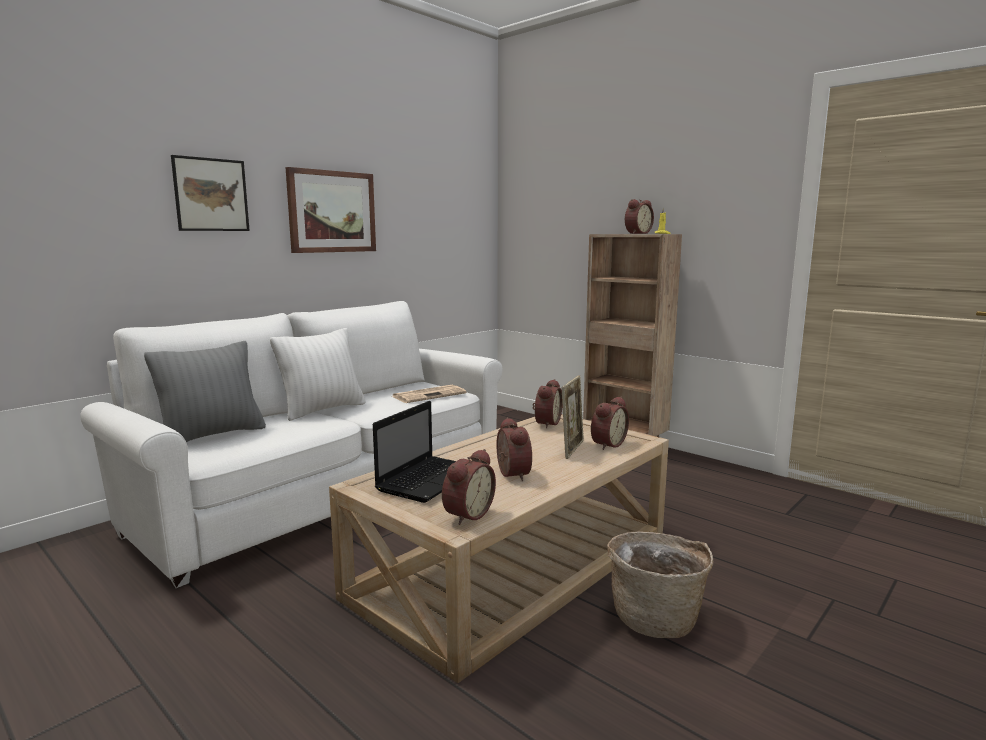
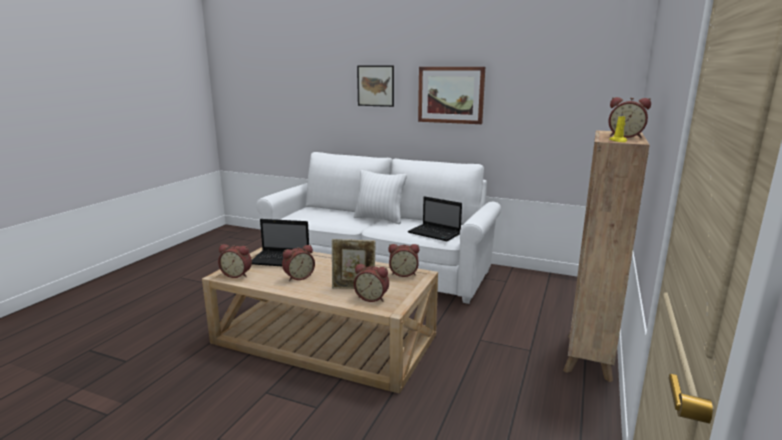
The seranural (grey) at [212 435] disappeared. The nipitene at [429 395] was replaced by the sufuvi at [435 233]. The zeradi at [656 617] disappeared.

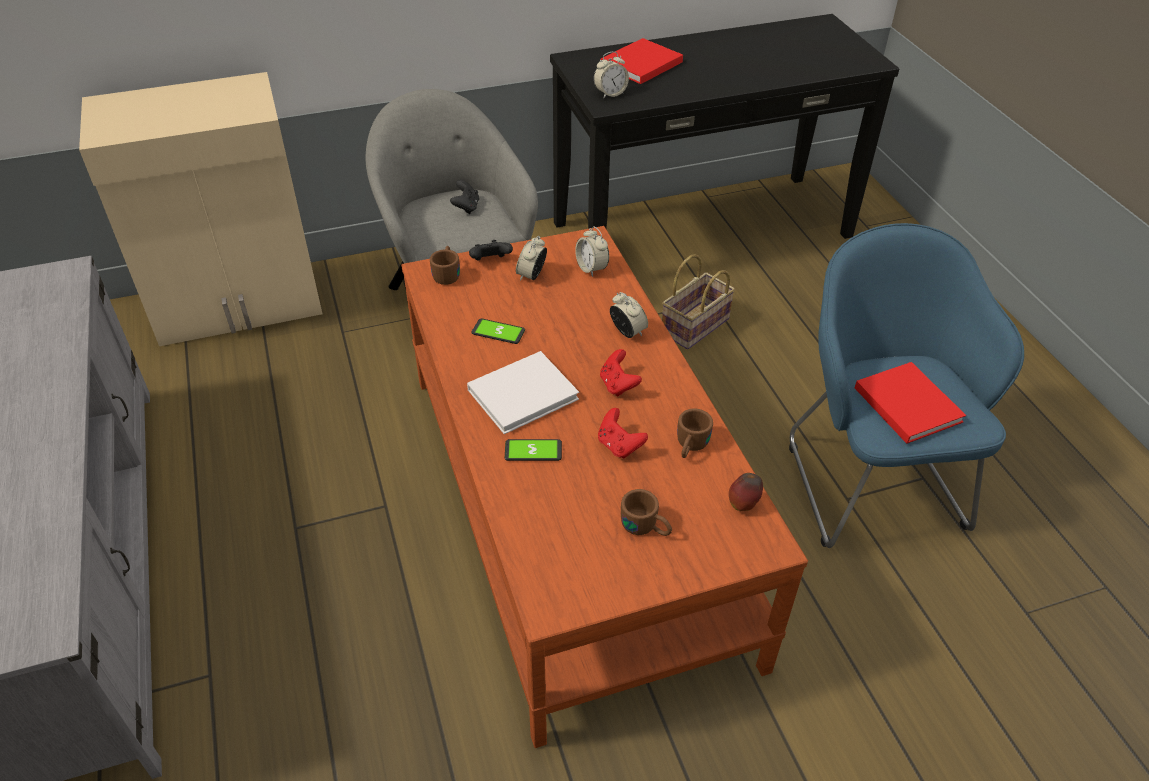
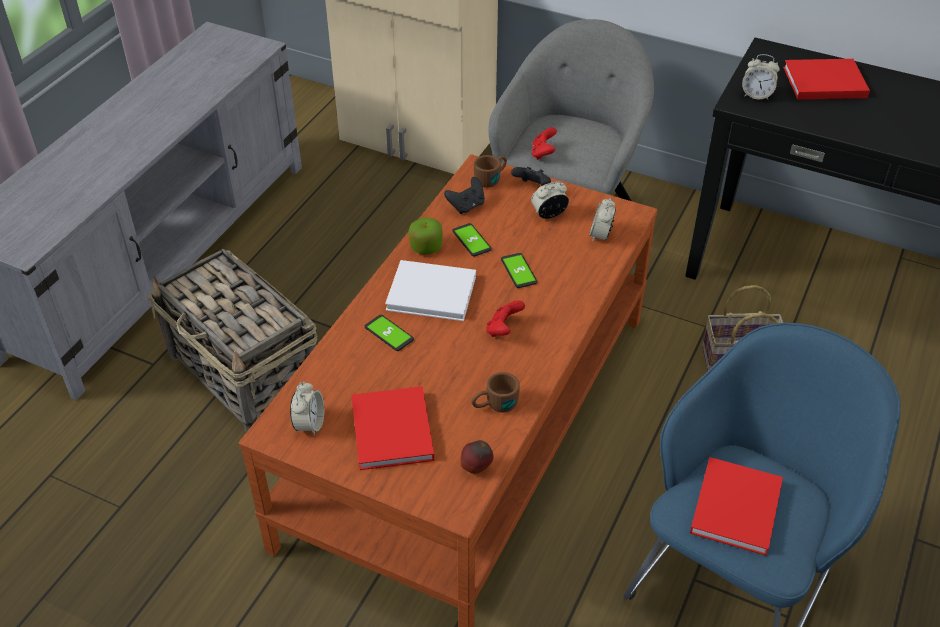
The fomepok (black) moved from [466 207] to [466 206]. The fomepok (red) moved from [619 446] to [543 153]. The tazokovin moved from [627 332] to [309 424]. The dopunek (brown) at [646 528] was replaced by the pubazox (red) at [392 433]. The zeradi at [245 373] appeared. The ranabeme at [426 247] appeared. The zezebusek at [518 271] appeared.

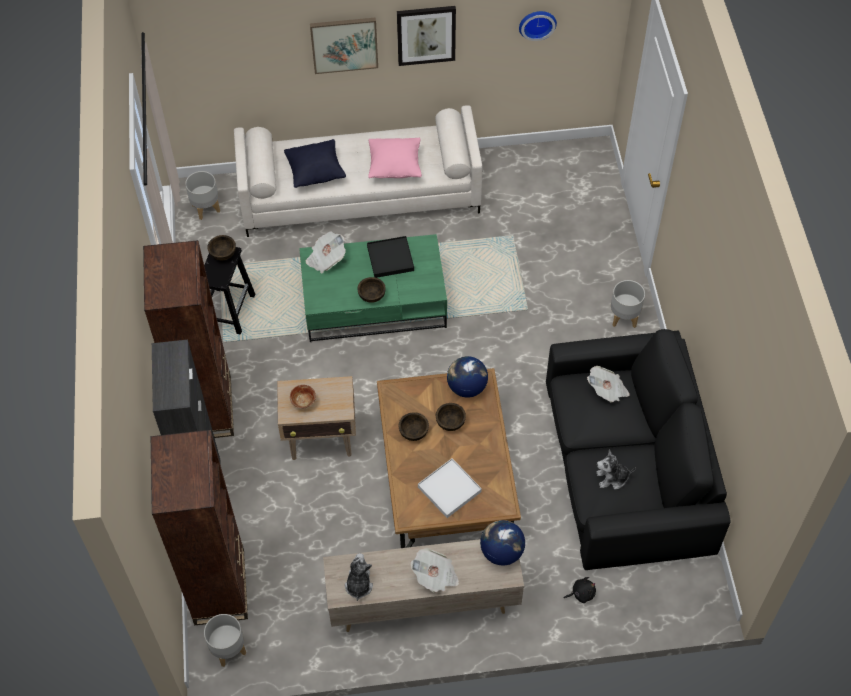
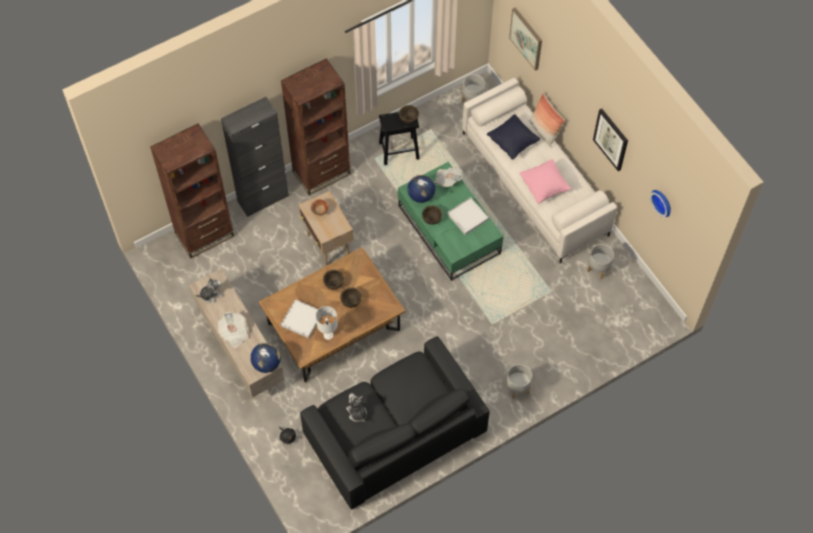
The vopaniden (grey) moved from [229 649] to [598 269]. The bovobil moved from [344 44] to [526 38]. The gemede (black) at [390 258] became the gemede (white) at [467 217]. The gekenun moved from [466 387] to [421 195]. The nipitene at [607 391] disappeared. The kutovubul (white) at [328 335] appeared. The seranural at [543 131] appeared.

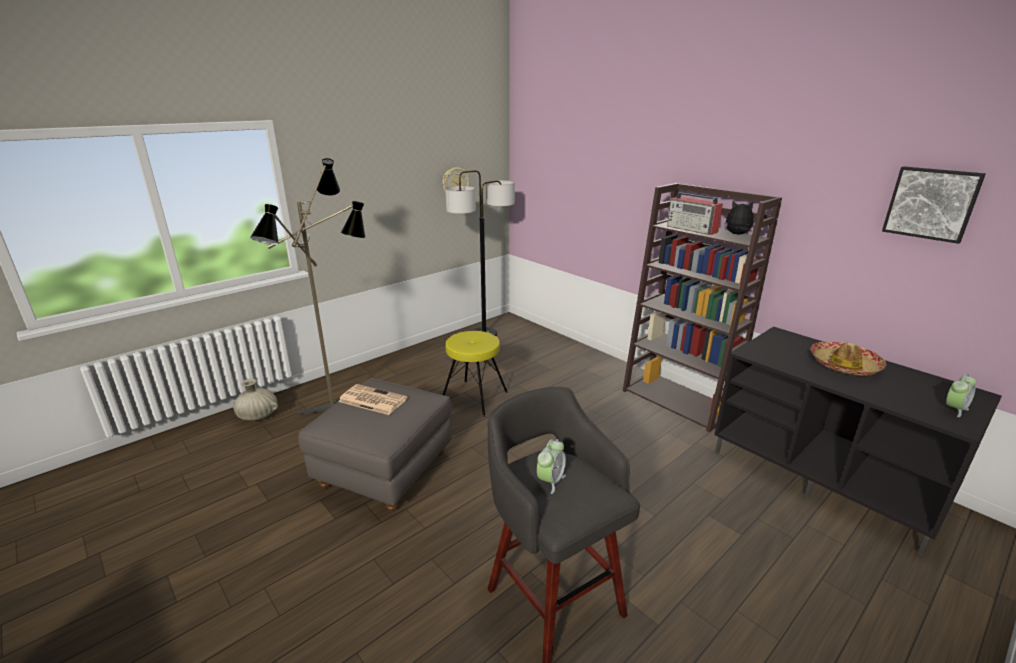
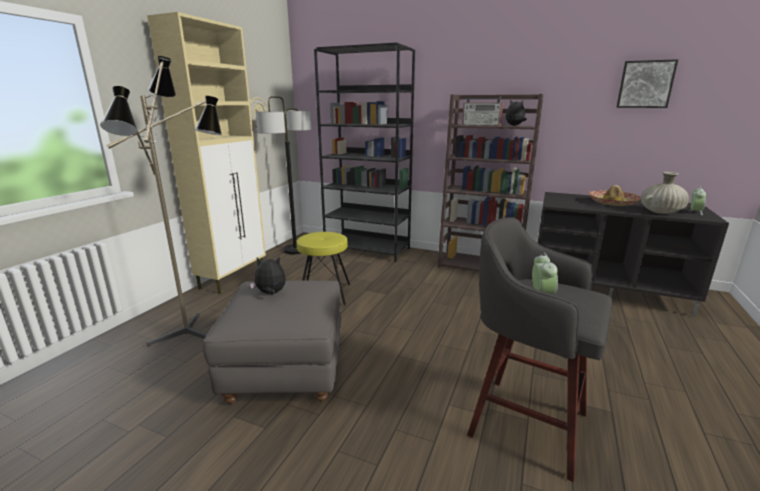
The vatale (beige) moved from [258 416] to [661 212]. The nipitene at [371 400] was replaced by the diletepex at [271 293]. The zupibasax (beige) at [233 278] appeared. The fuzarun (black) at [368 249] appeared.

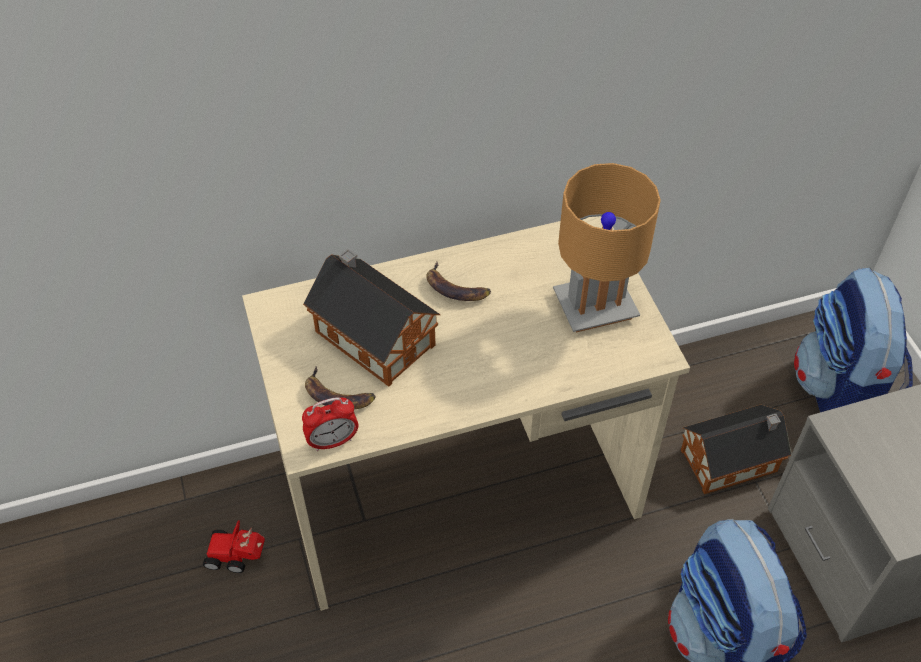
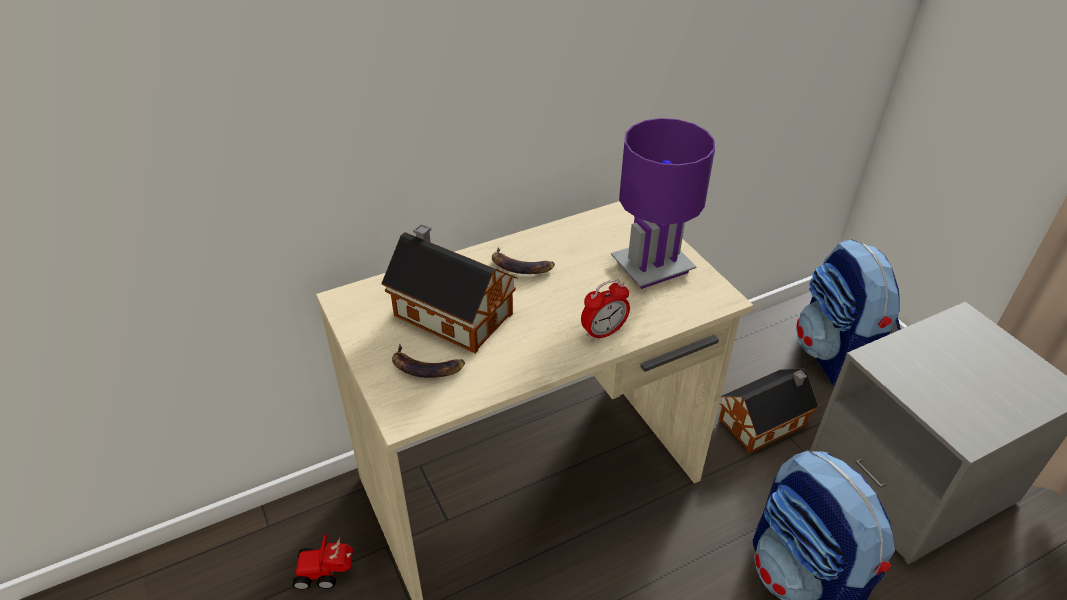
The tazokovin moved from [332 441] to [603 332]. The kutovubul (brown) at [595 307] became the kutovubul (purple) at [652 267].

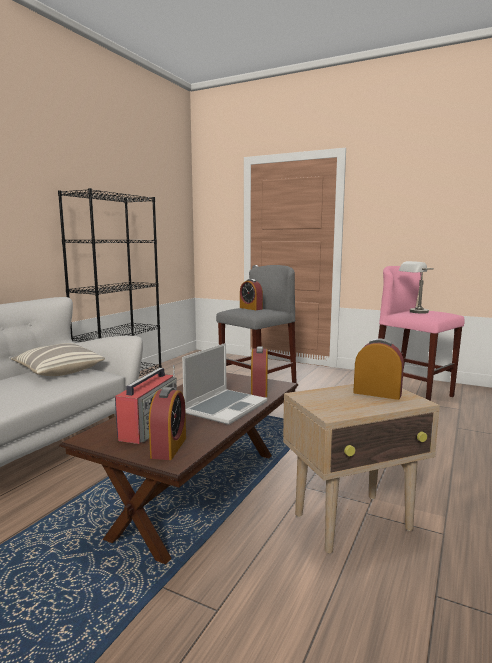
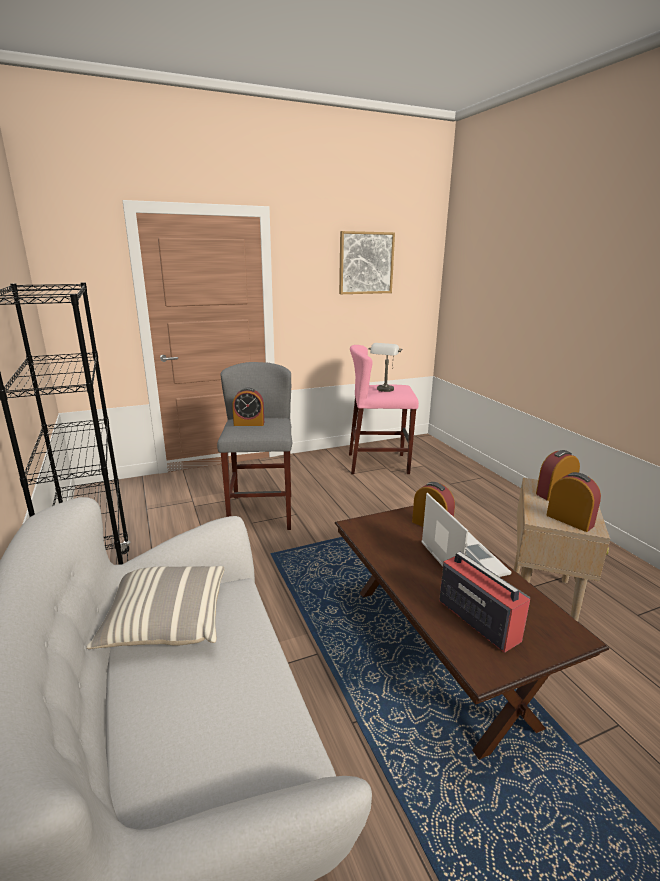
The tazokovin moved from [169 447] to [569 520]. The bovobil at [366 263] appeared.

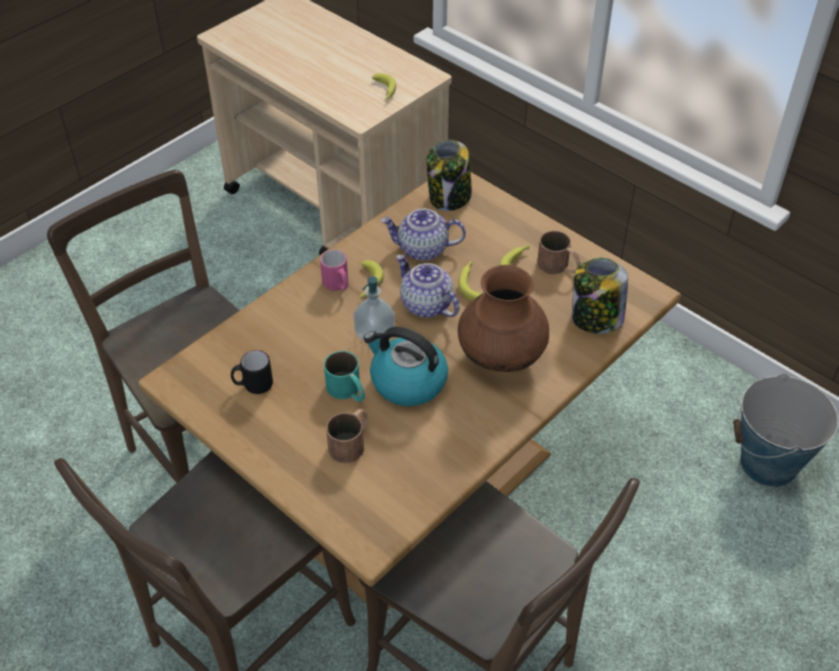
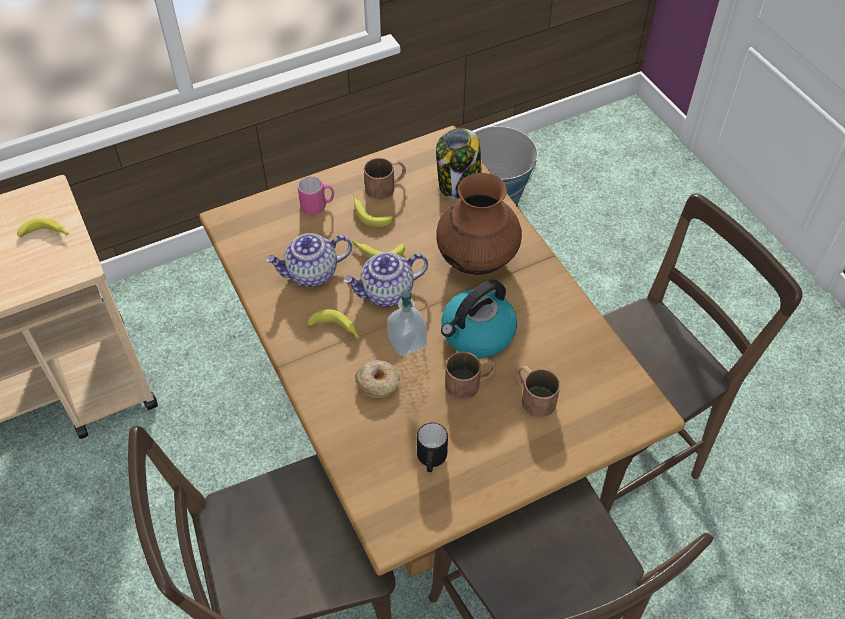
The dopunek (pink) moved from [338 286] to [318 207]. The dopunek (turquoise) at [348 391] became the dopunek (brown) at [470 382]. The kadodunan at [422 249] turned 45 degrees clockwise. The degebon at [449 197] disappeared. The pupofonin at [378 383] appeared.

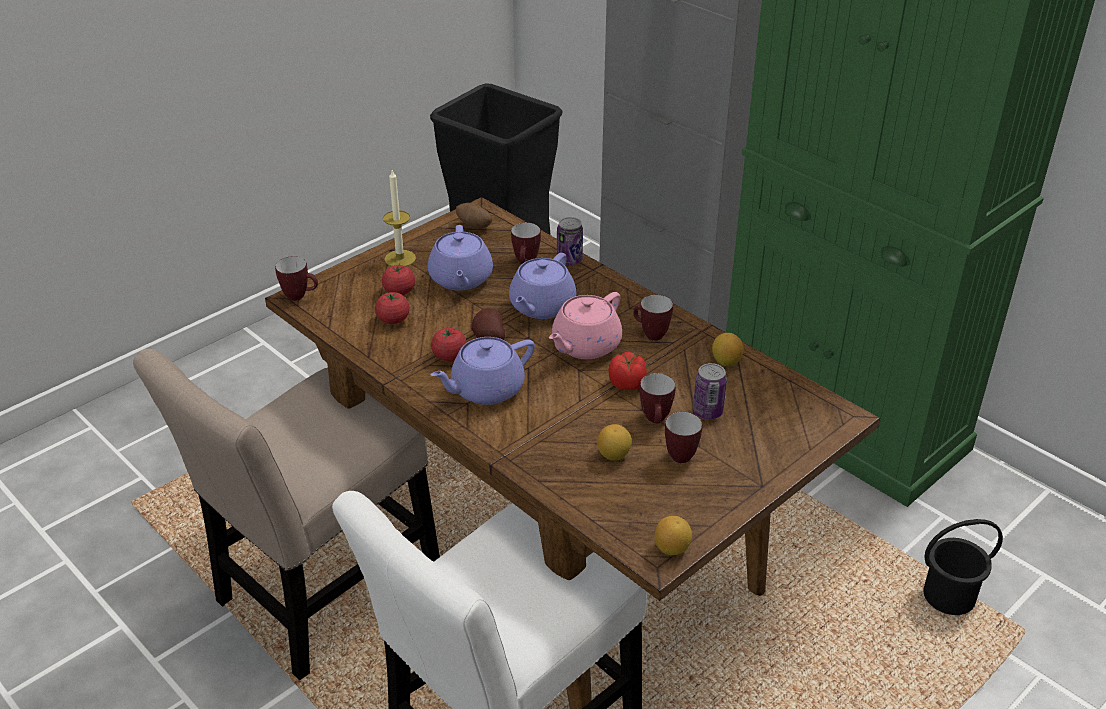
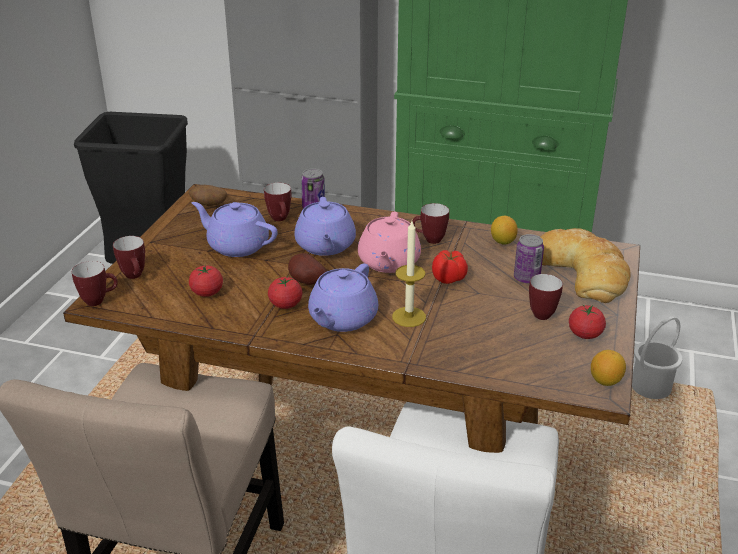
The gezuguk moved from [399 291] to [585 334]. The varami moved from [400 258] to [409 317]. The kadodunan (purple) at [460 279] turned 150 degrees clockwise. The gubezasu at [614 455] disappeared. The dopunek moved from [656 421] to [135 277]. The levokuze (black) at [948 596] became the levokuze (white) at [649 387]. The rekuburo at [583 271] appeared.

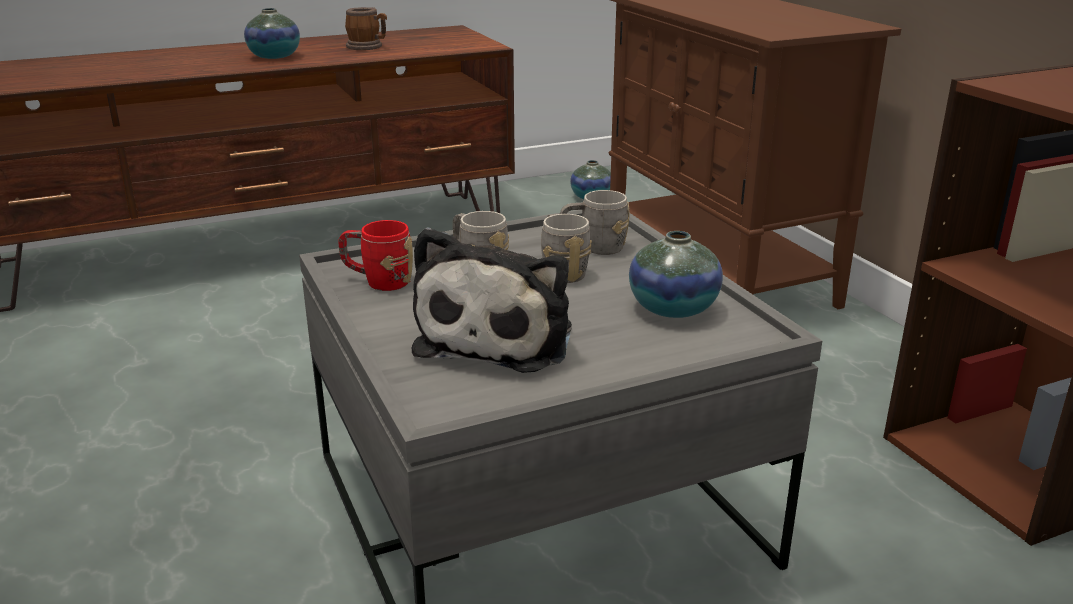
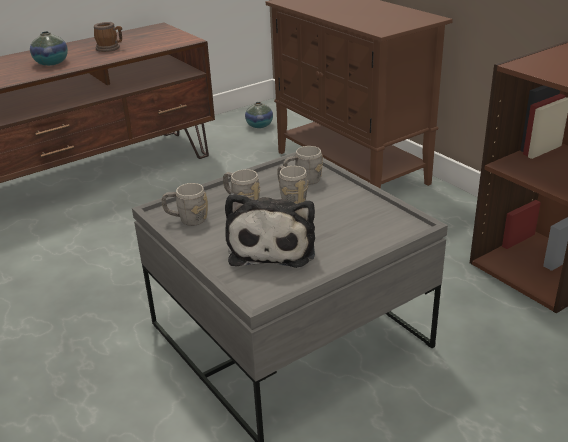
The dopunek (red) at [378 281] became the dopunek (grey) at [187 220]. The vatale at [673 308] disappeared.

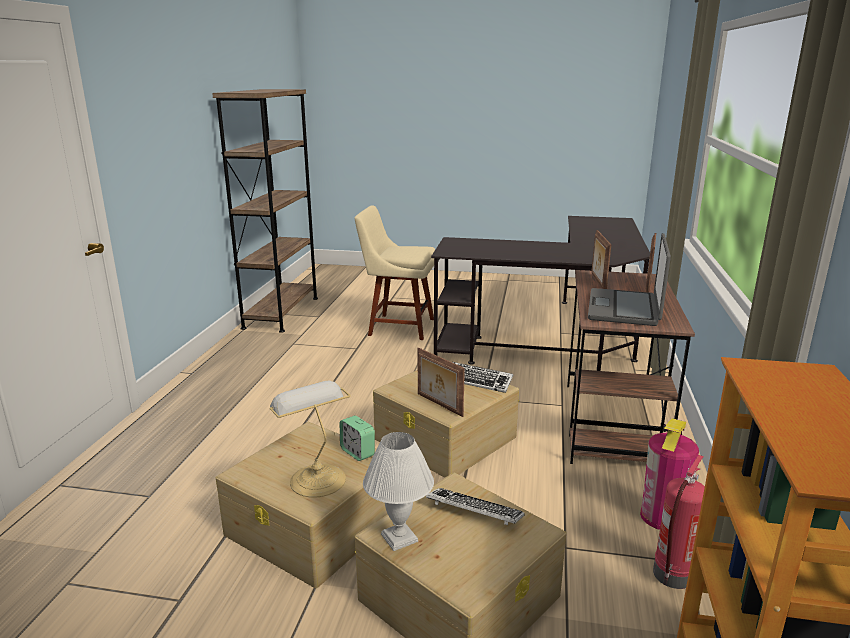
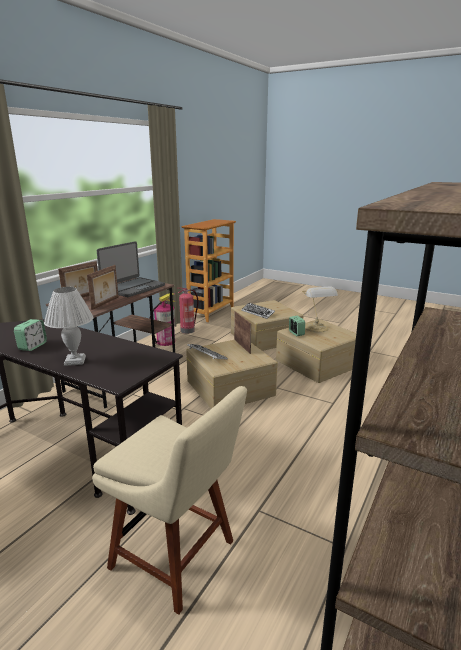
The kutovubul (white) moved from [400 537] to [74 361]. The tazokovin at [32 346] appeared.

